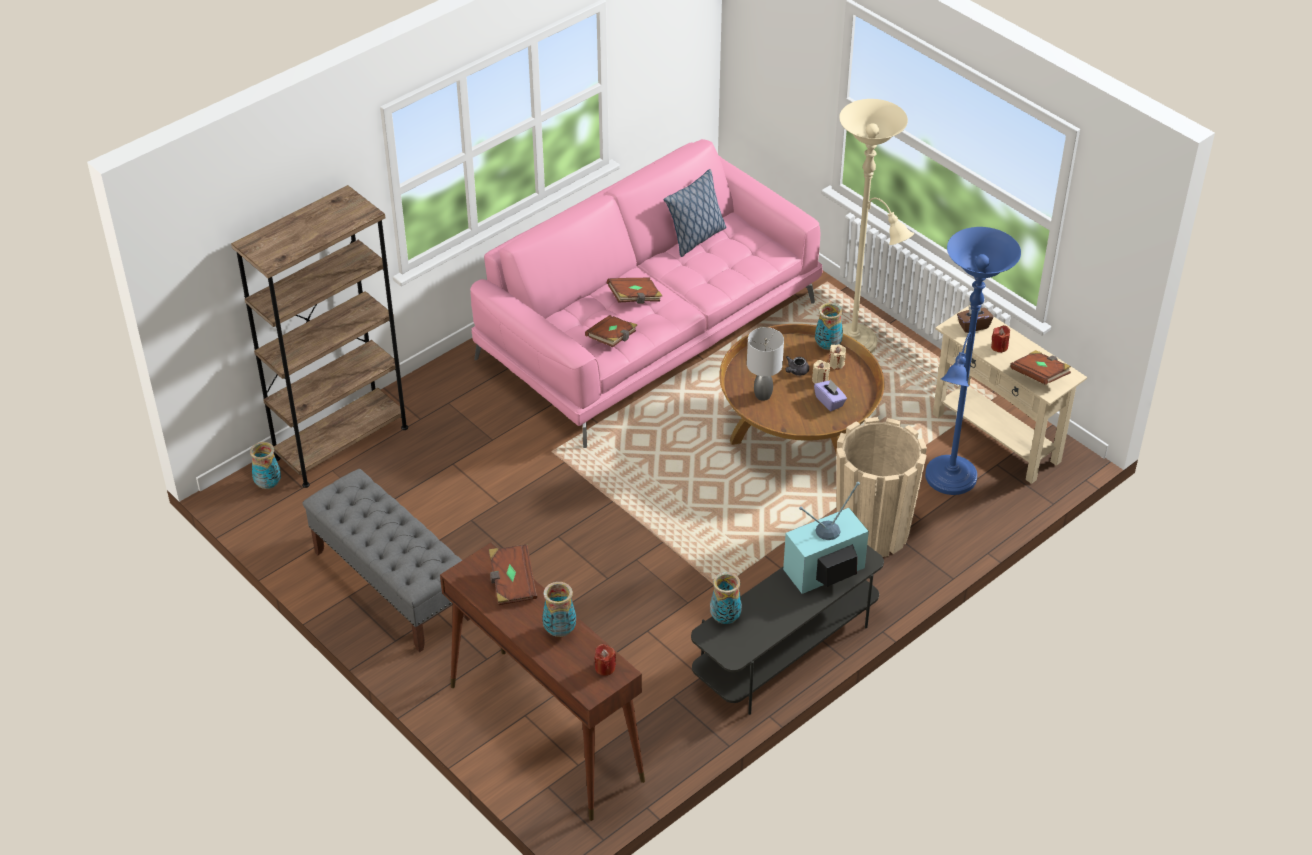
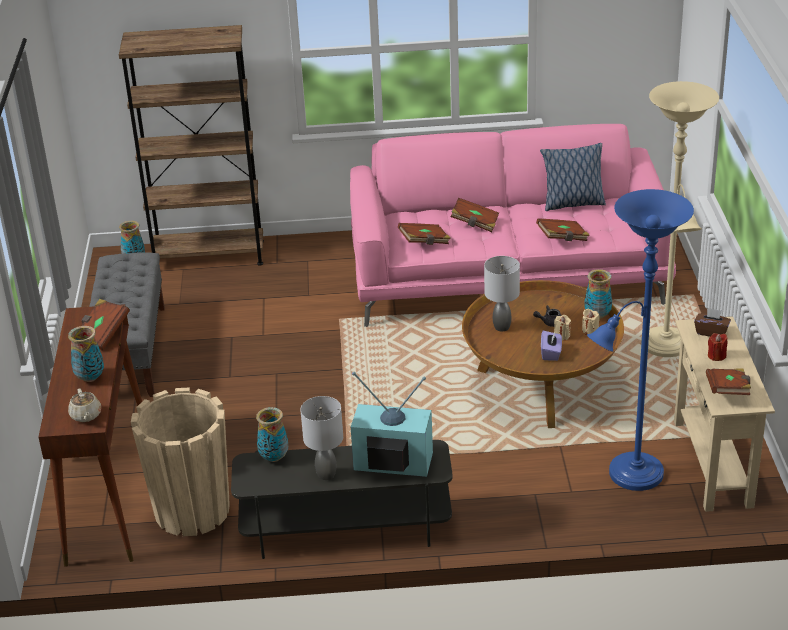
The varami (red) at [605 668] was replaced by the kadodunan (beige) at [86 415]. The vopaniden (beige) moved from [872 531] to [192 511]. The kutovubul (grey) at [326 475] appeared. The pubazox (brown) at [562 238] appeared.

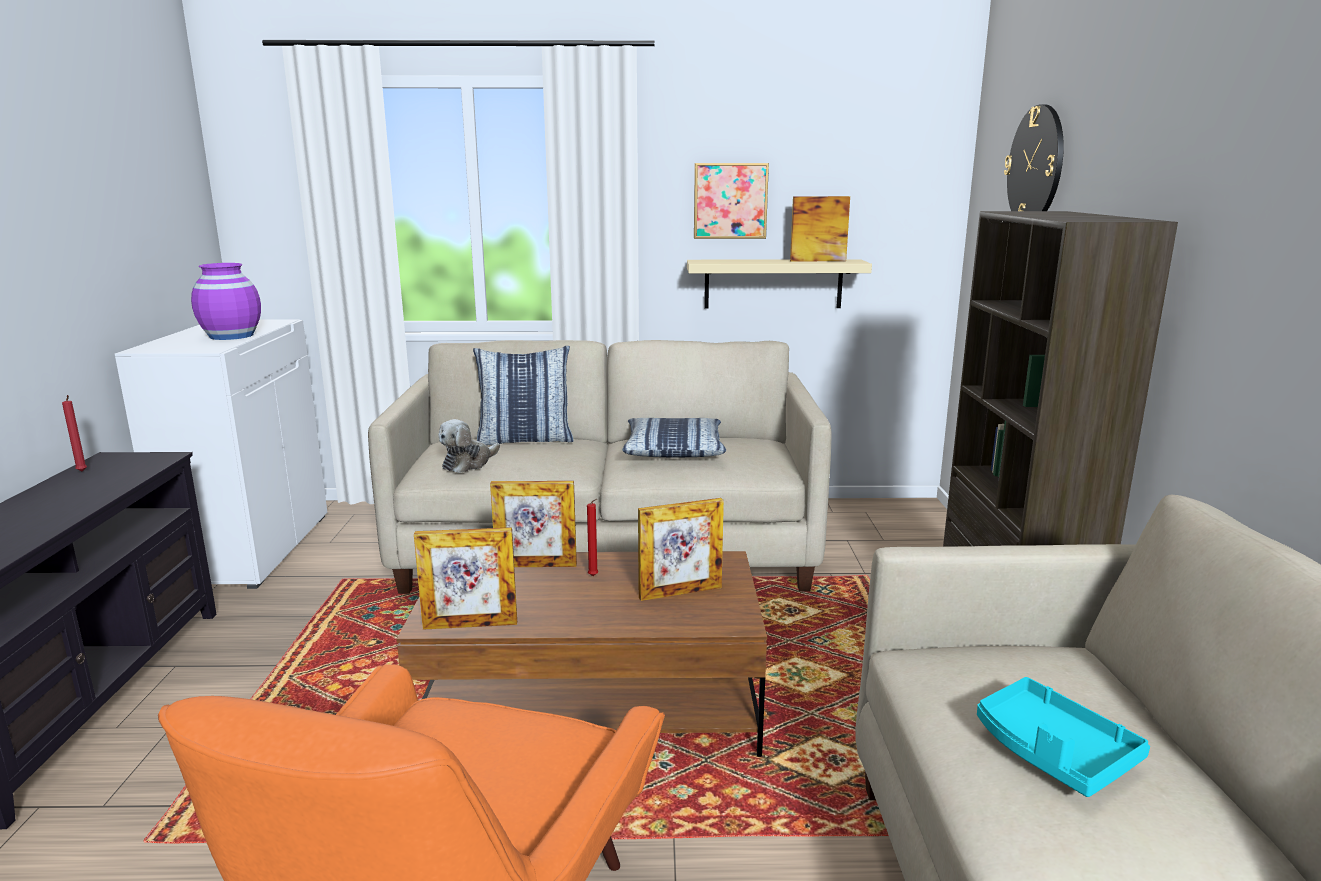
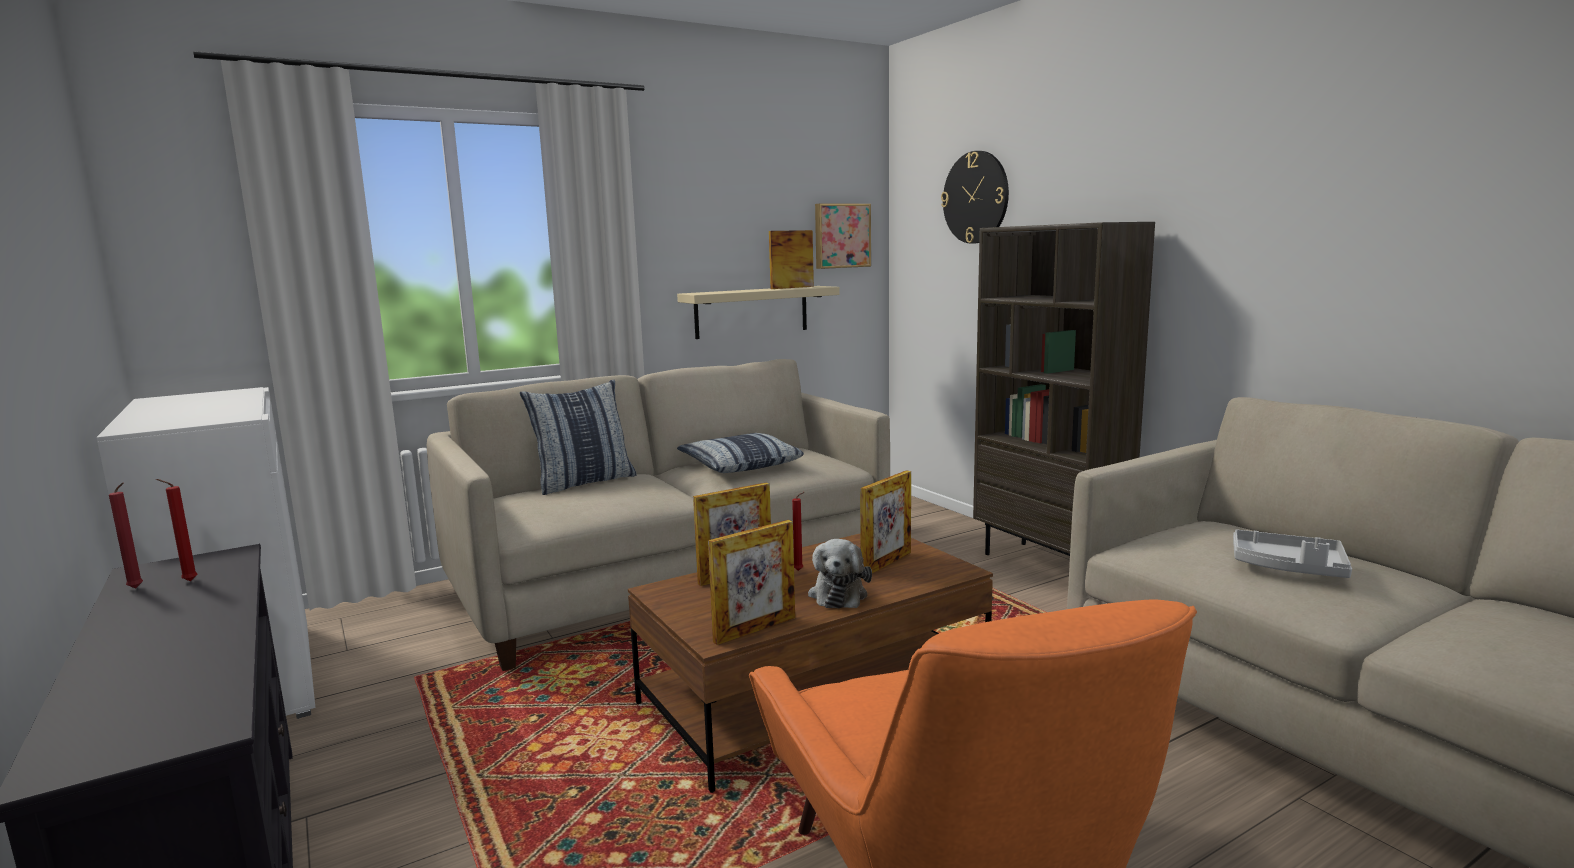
The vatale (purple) at [231 336] disappeared. The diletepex moved from [468 463] to [838 594]. The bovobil moved from [730 201] to [841 236]. The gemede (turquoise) at [1052 751] became the gemede (grey) at [1288 567]. The varami (red) at [187 581] appeared.

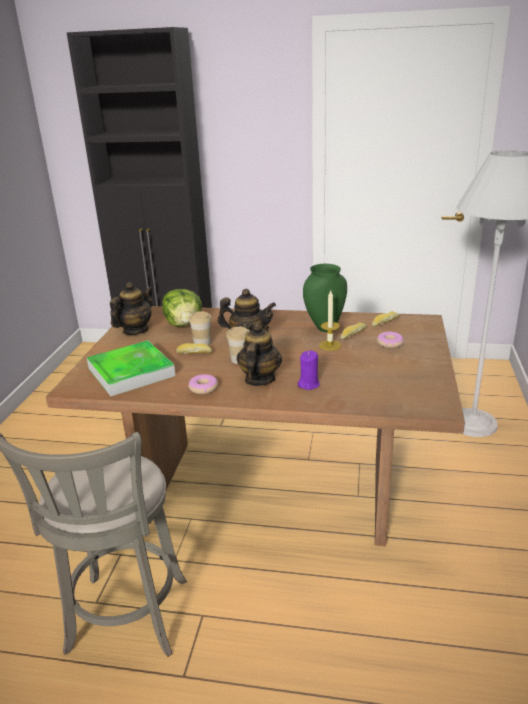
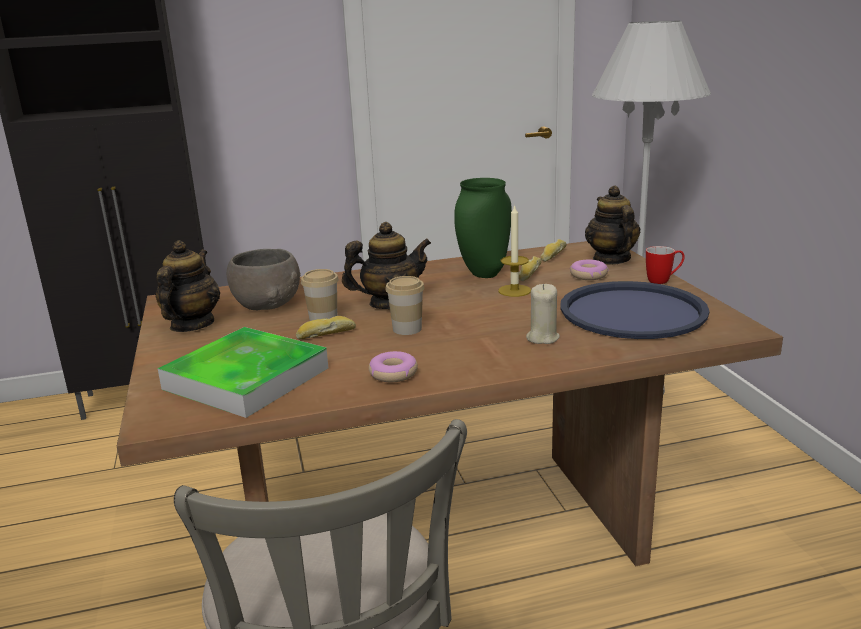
The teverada at [184 324] was replaced by the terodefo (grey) at [268 304]. The kadodunan moved from [259 379] to [611 259]. The varami (purple) at [309 384] became the varami (beige) at [542 338]. The gemede (blue) at [633 312] appeared. The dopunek at [663 280] appeared.

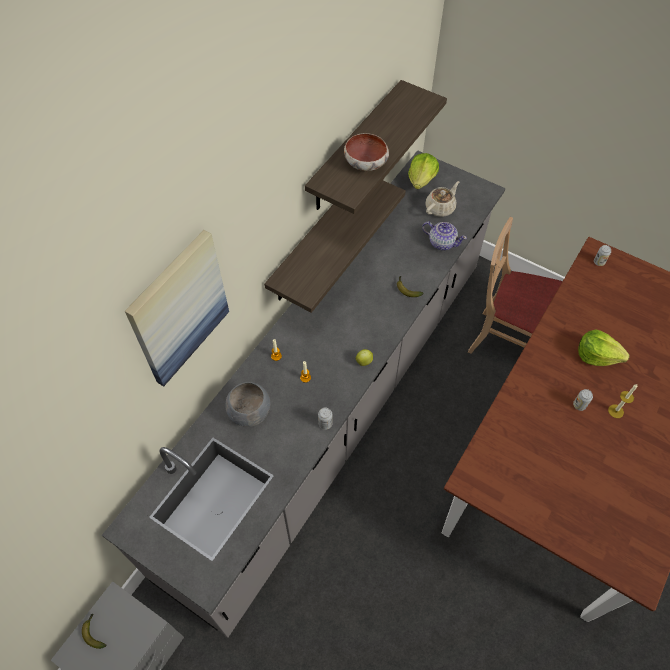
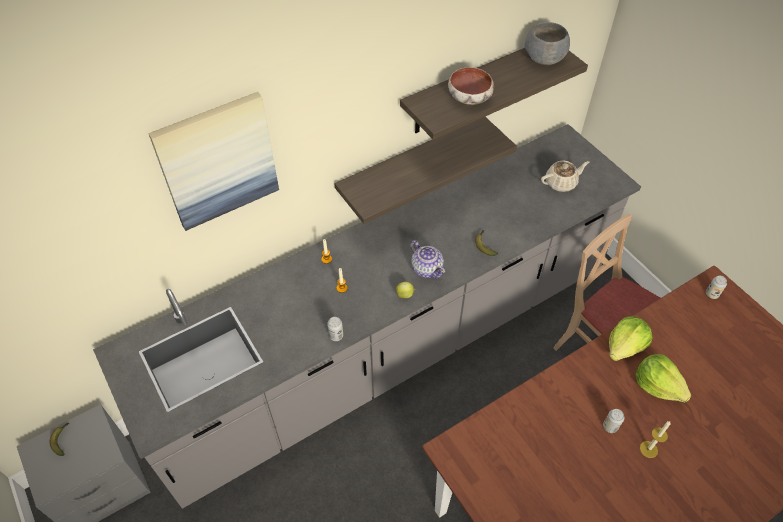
The terodefo (grey) moved from [250 411] to [544 58]. The teverada moved from [421 180] to [625 346]. The kadodunan moved from [442 242] to [426 268].

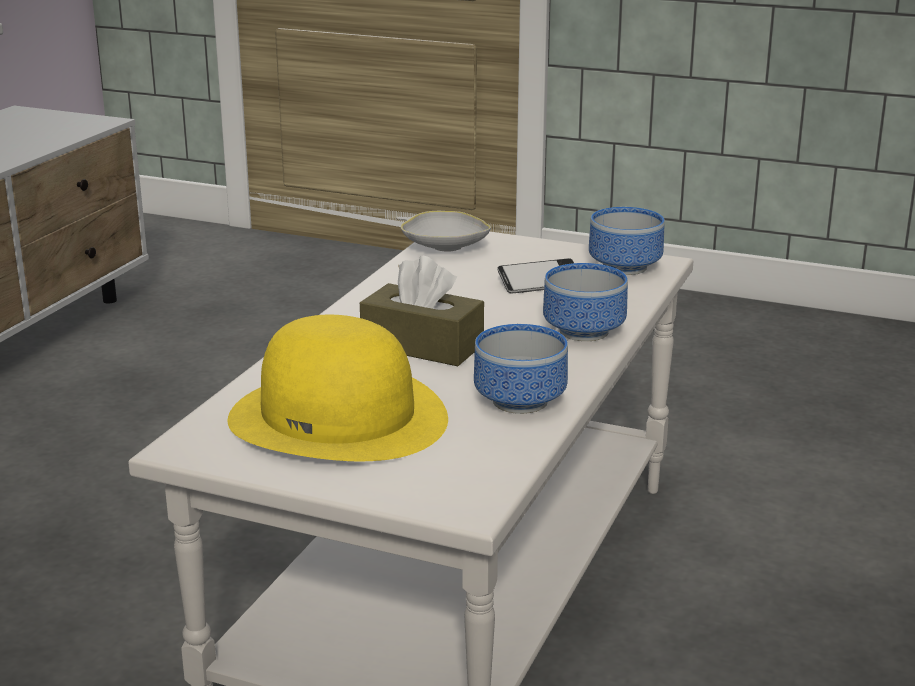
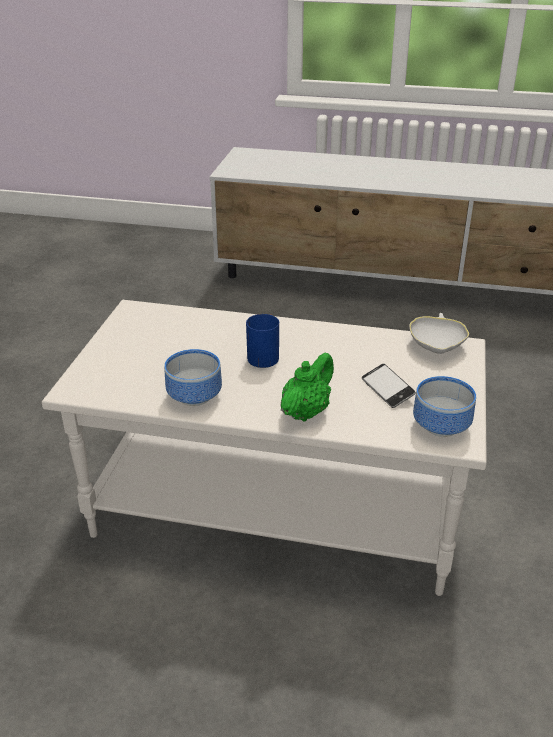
The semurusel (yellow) at [339 417] disappeared. The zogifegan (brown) at [422 345] was replaced by the dopunek (blue) at [265 356]. The terodefo at [580 331] was replaced by the kadodunan (green) at [306 411].

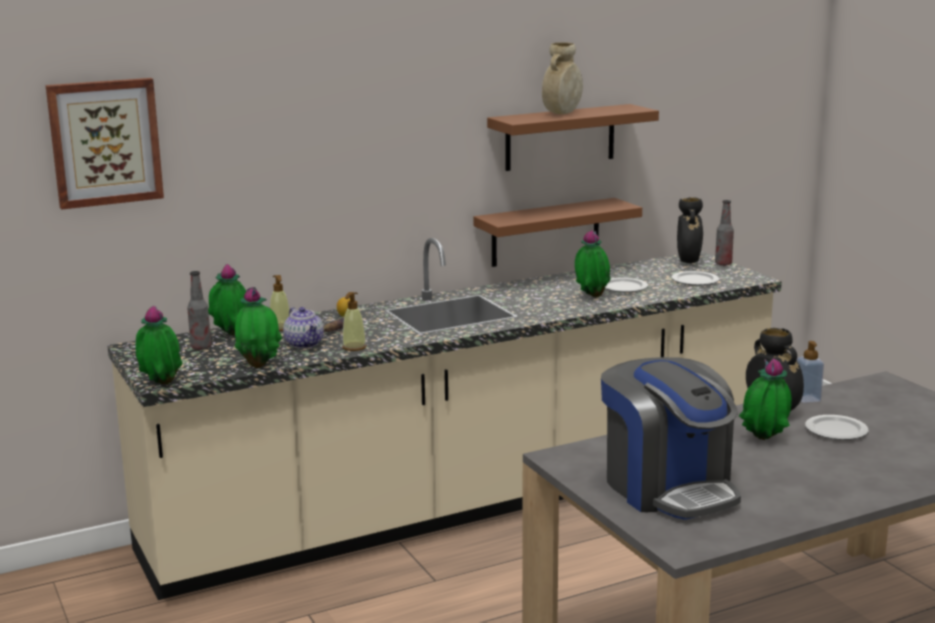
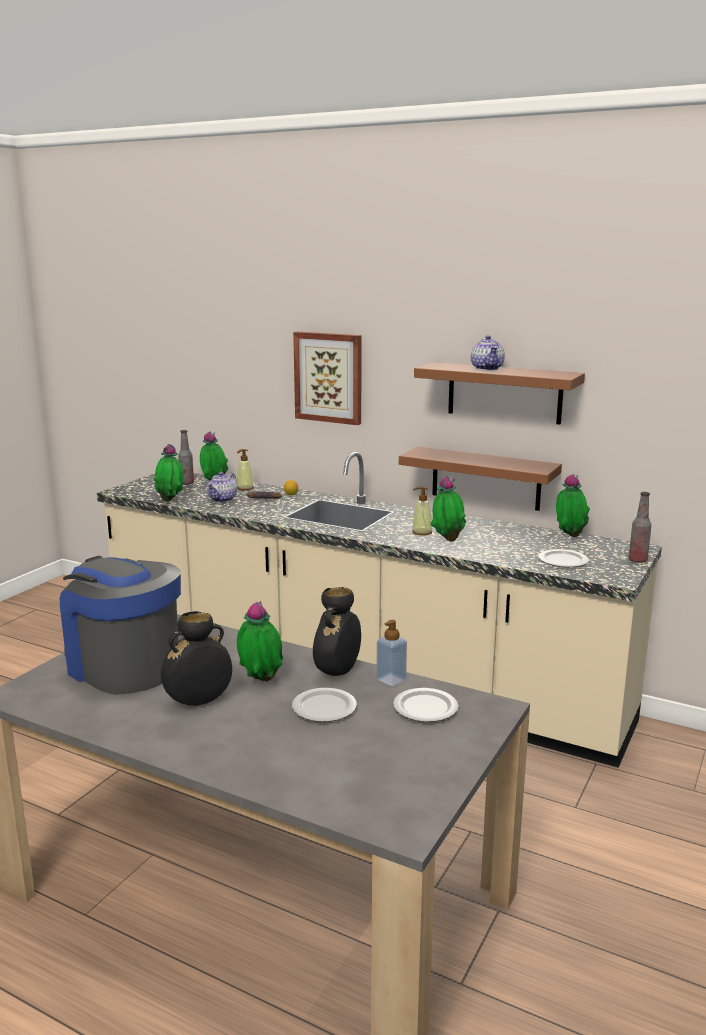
The bovobil moved from [105 142] to [329 377]. The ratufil moved from [160 386] to [569 536]. The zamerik moved from [354 347] to [421 532]. The vatale (beige) at [562 114] was replaced by the kadodunan at [487 368]. The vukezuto at [668 488] turned 105 degrees clockwise. The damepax moved from [624 288] to [424 708]. The vatale (black) moved from [688 262] to [198 701].

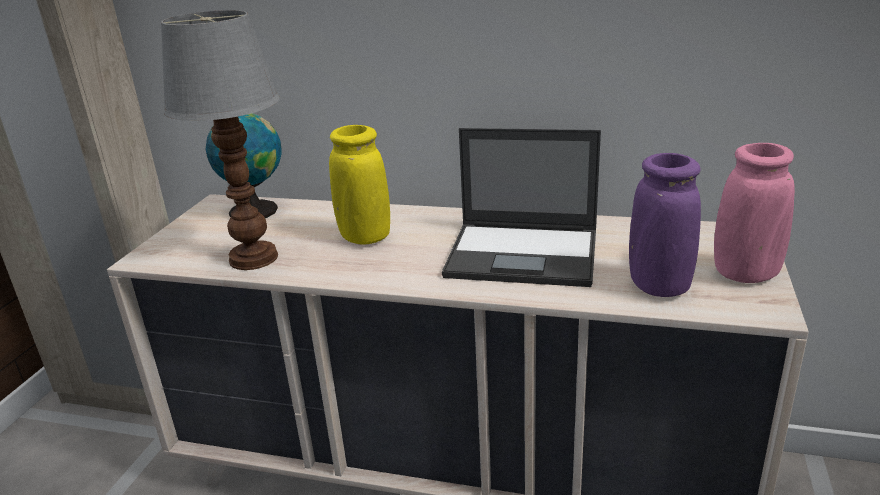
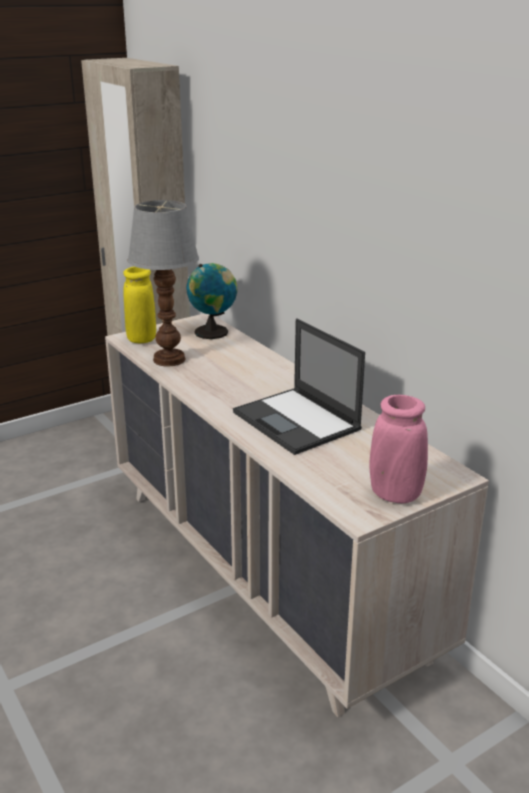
The vatale (yellow) moved from [365 237] to [141 339]. The vatale (purple) at [658 286] disappeared.

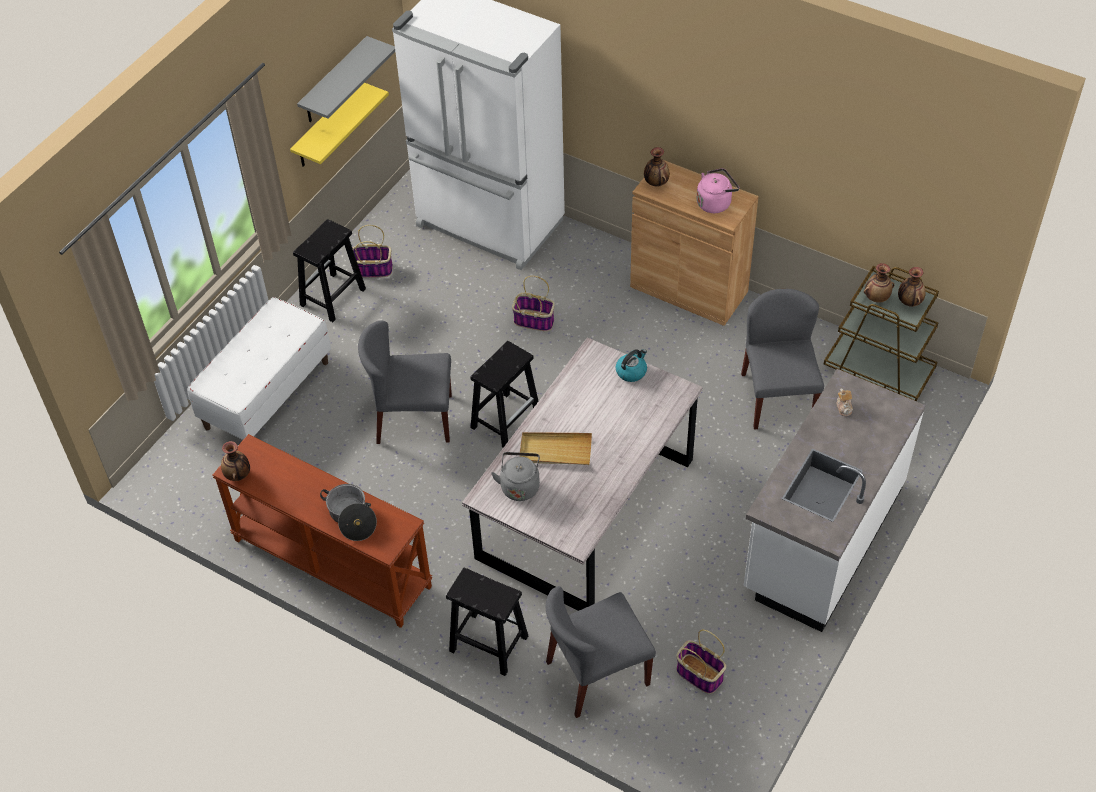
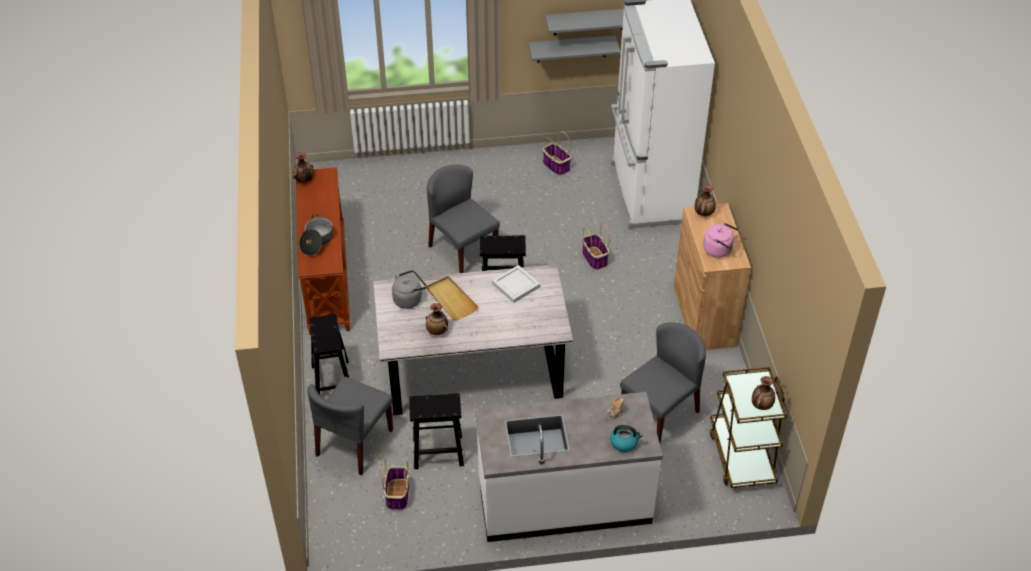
The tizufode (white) at [267 394] disappeared. The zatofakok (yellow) at [327 126] became the zatofakok (grey) at [571 48]. The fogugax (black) moved from [332 298] to [437 452]. The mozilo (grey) at [597 674] turned 90 degrees counterclockwise. The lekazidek moved from [631 371] to [624 442]. The vatale moved from [876 298] to [437 331]. The gemede (white) at [516 285] appeared.

